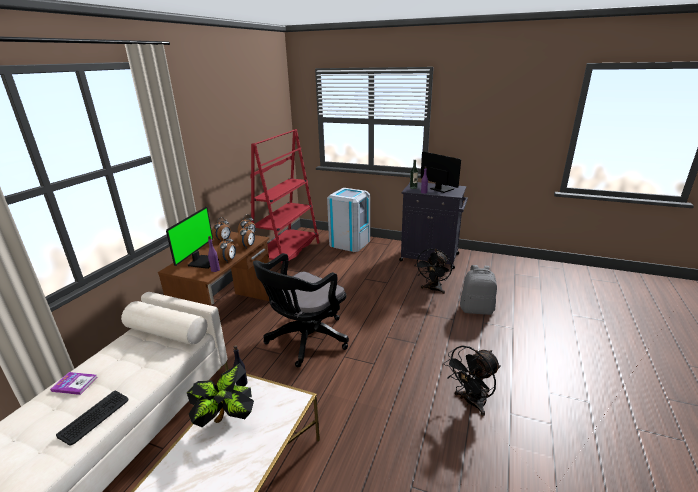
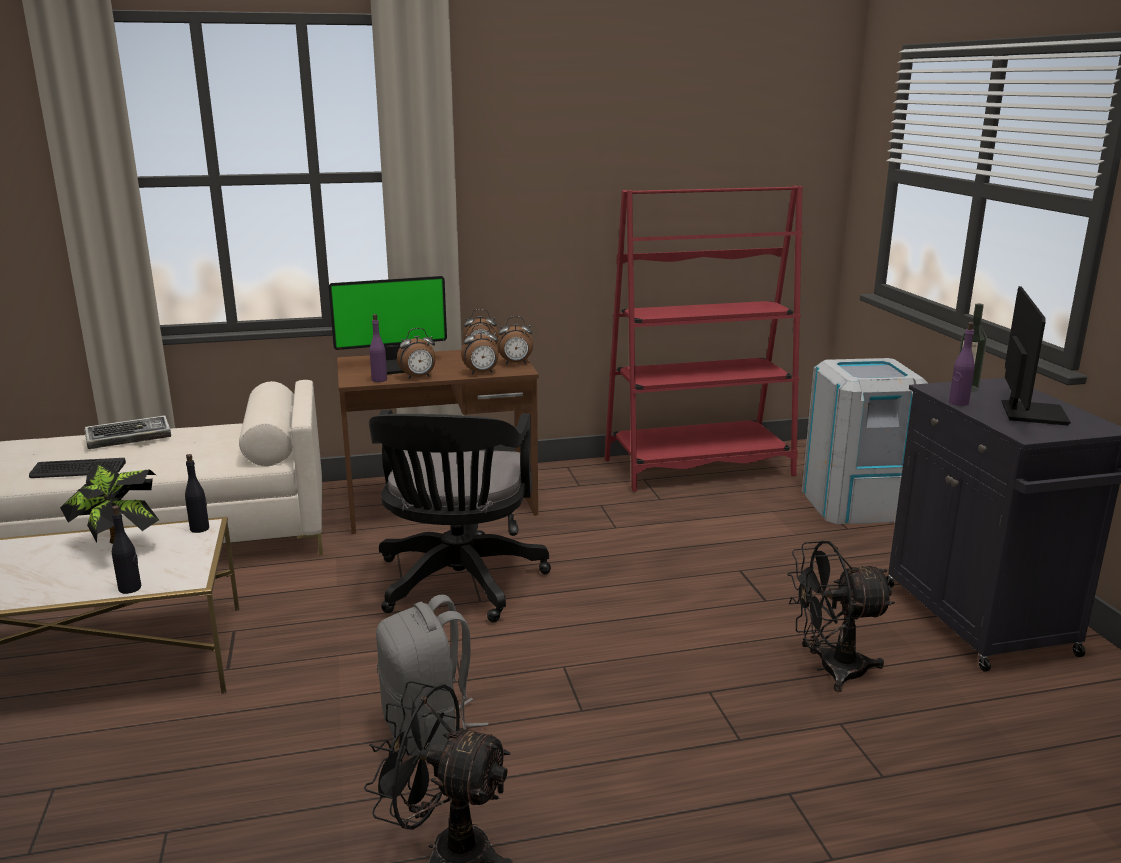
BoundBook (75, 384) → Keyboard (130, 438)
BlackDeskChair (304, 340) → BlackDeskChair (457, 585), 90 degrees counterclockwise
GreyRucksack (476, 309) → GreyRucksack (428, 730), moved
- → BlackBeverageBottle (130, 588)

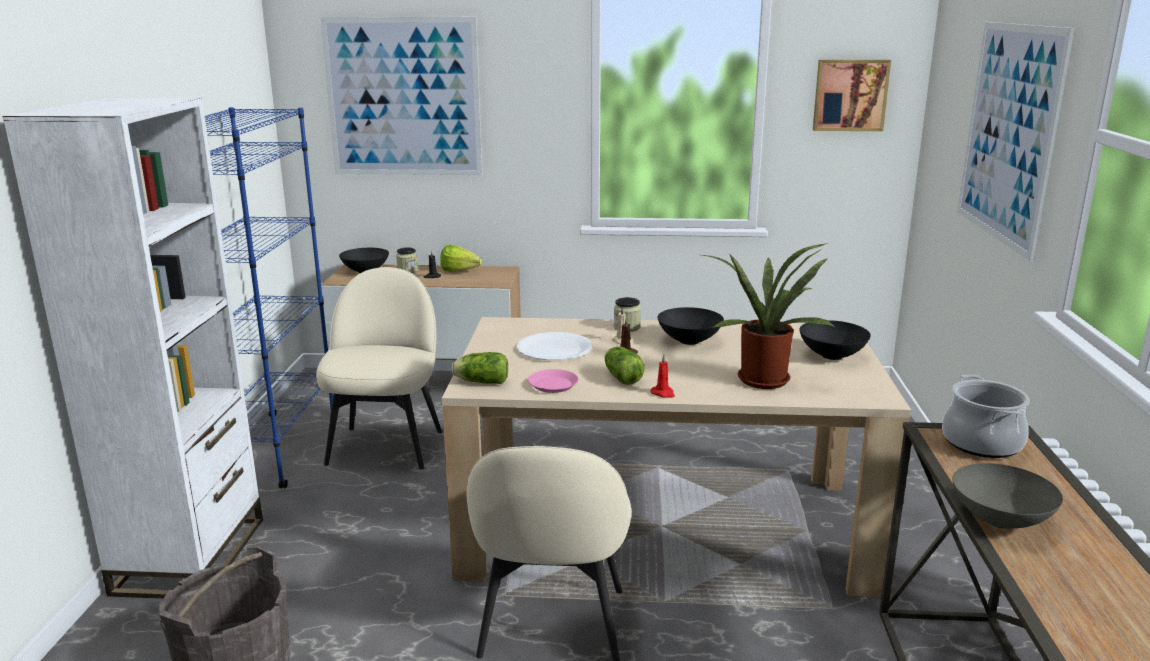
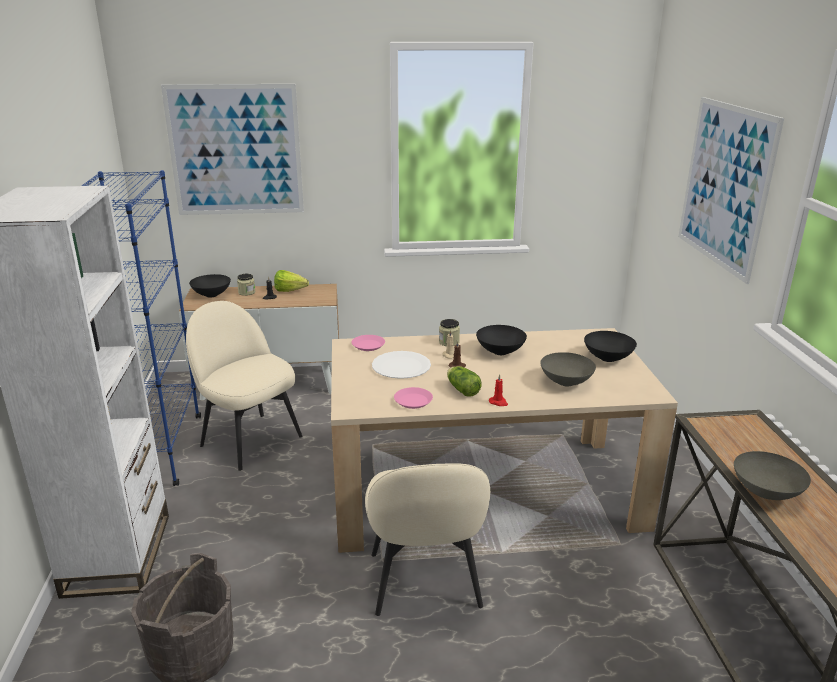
BeigeColouredUprightChair (386, 446) → BeigeColouredUprightChair (249, 440), 45 degrees counterclockwise
HeadOfLettuce (480, 382) → -
PottedPlant (764, 378) → GreyBowl (566, 382)
WallArt (850, 95) → -
Stockpot (982, 443) → -
- → PinkishPlate (368, 345)

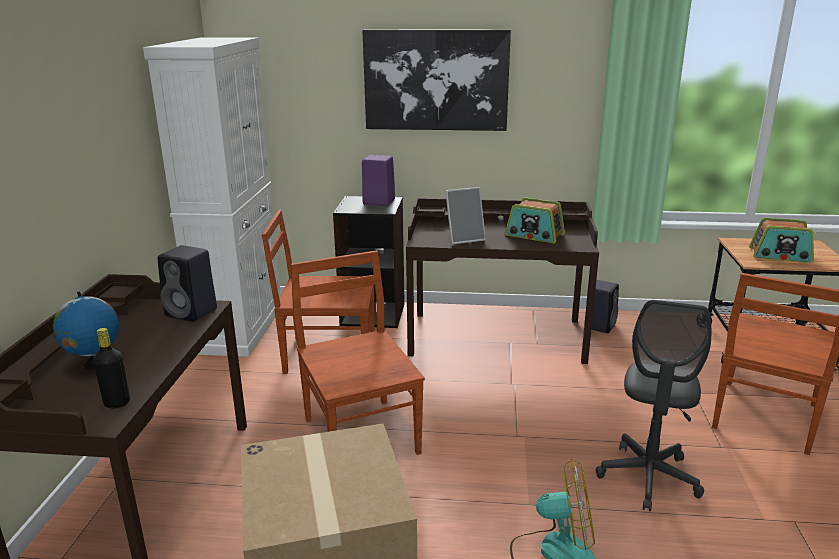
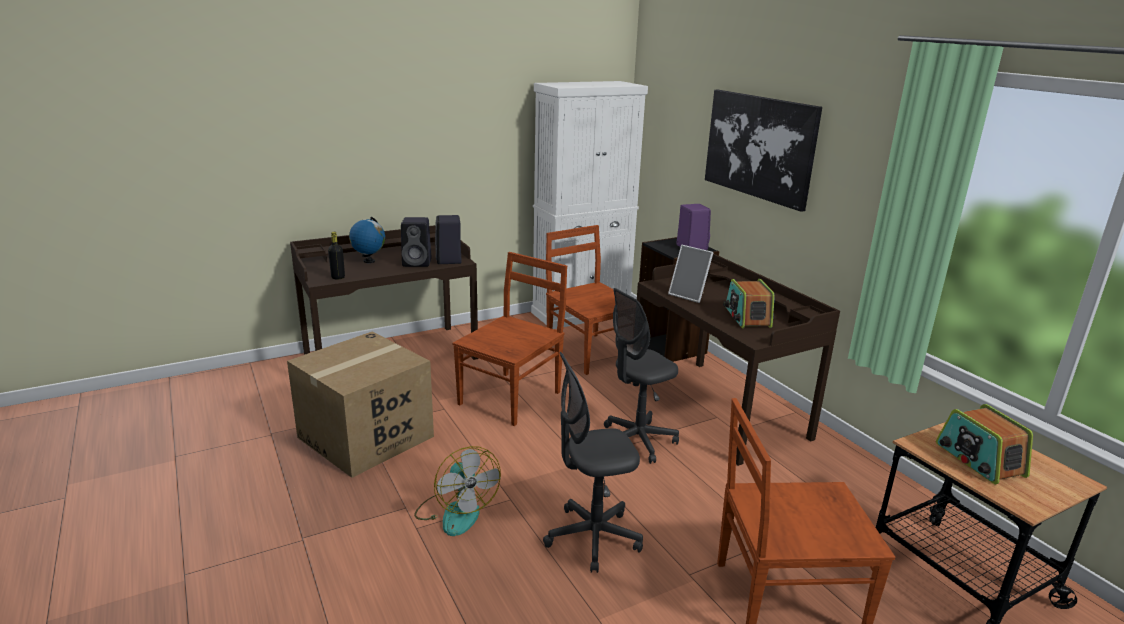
BlackSpeaker (600, 325) → BlackSpeaker (418, 263), moved
- → GreyDeskChair (637, 441)

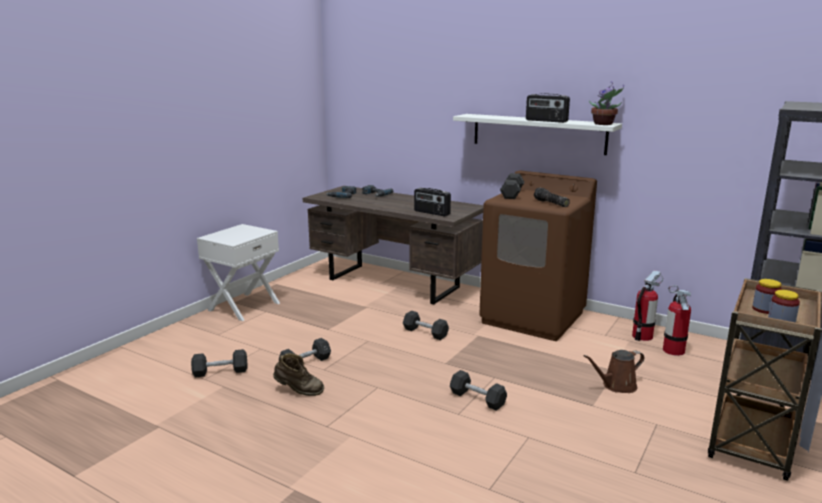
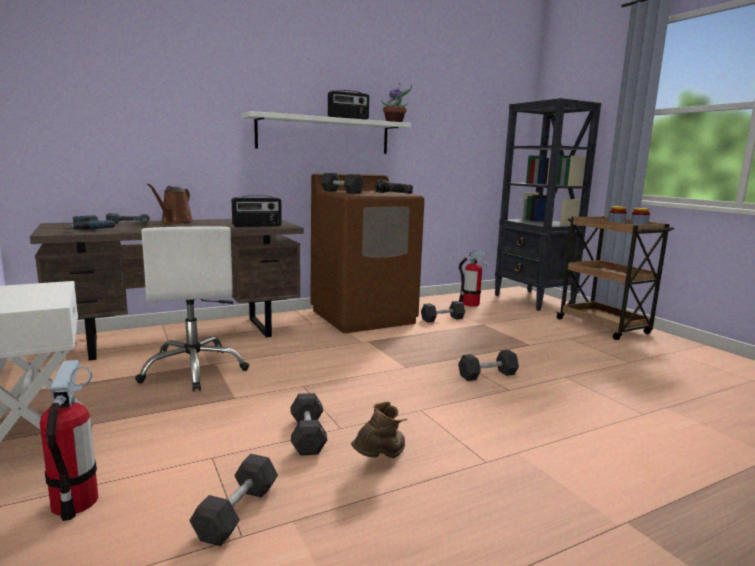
BlackDumbbell (425, 332) → BlackDumbbell (442, 319), moved
BrownColouredWateringCan (616, 386) → BrownColouredWateringCan (175, 222), moved
FireFightingCylinder (642, 336) → FireFightingCylinder (75, 502), moved
- → WhitishDeskChair (194, 369)

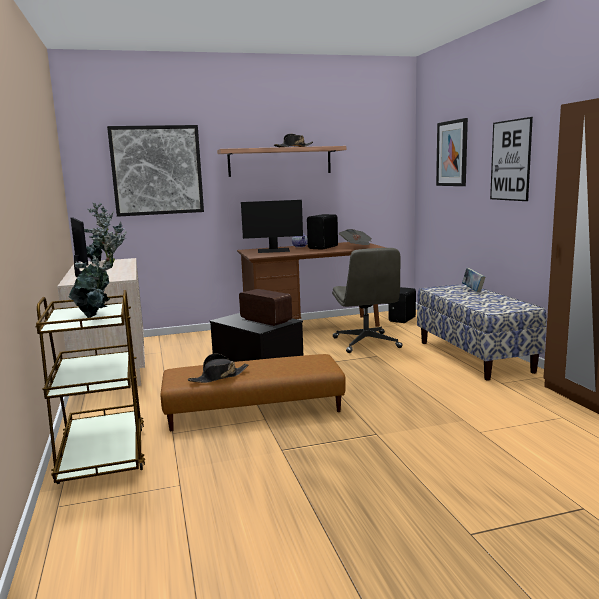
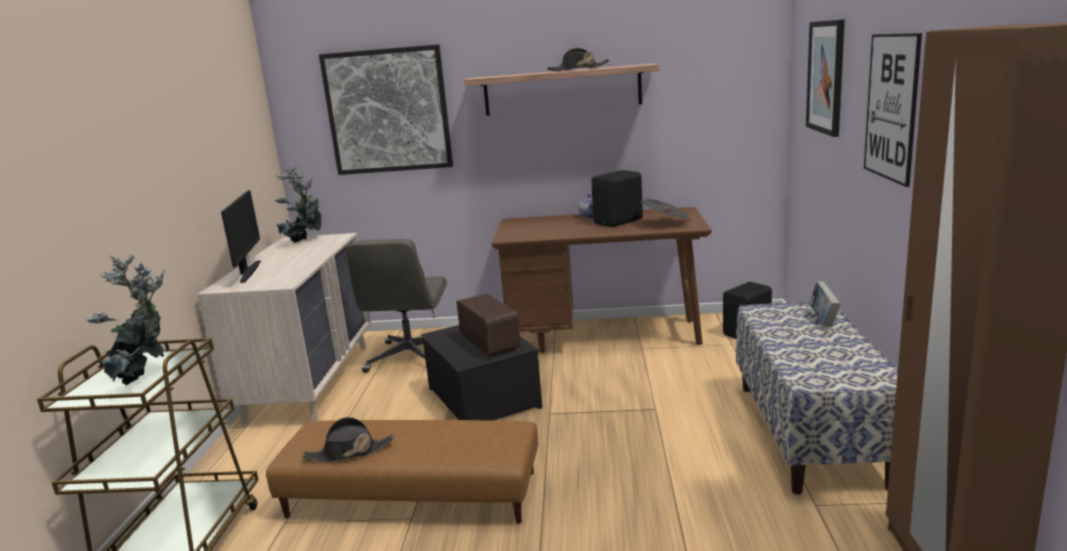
ComputerDisplay (274, 250) → -
GreyDeskChair (366, 343) → GreyDeskChair (410, 357), moved

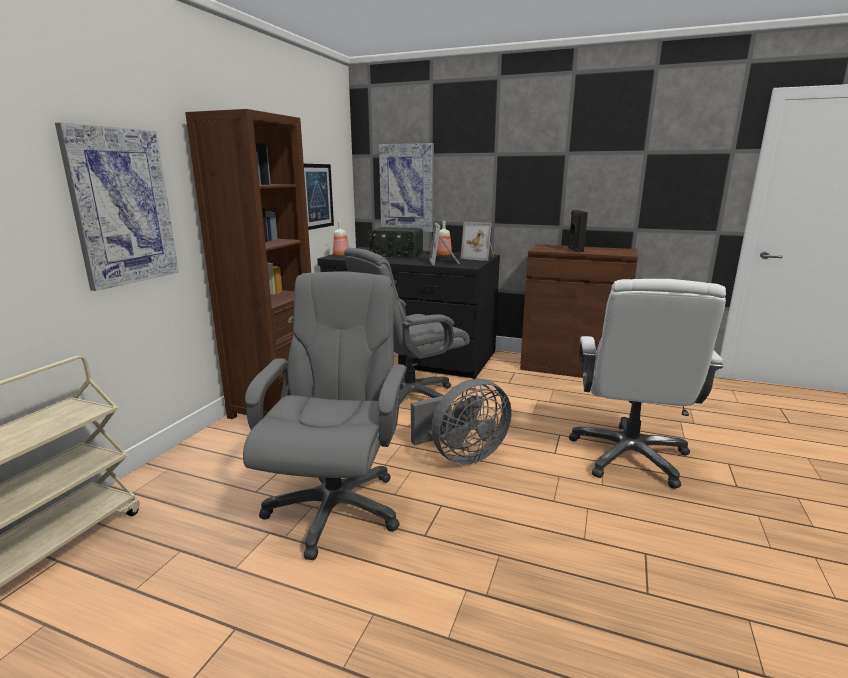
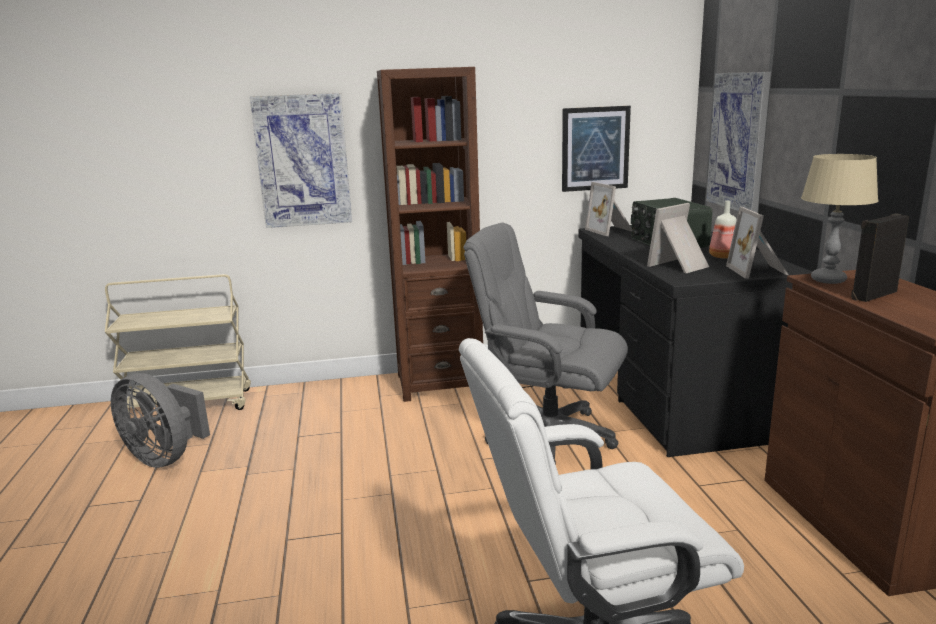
GreyDeskChair (335, 507) → -
BeverageBottle (342, 256) → StandingFrame (610, 230)
GreyElectricFan (462, 456) → GreyElectricFan (165, 457), moved
- → BeigeColouredLampForATable (828, 280)

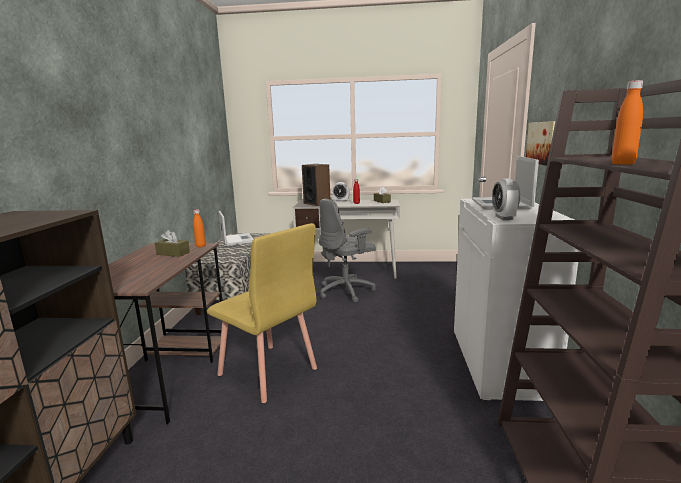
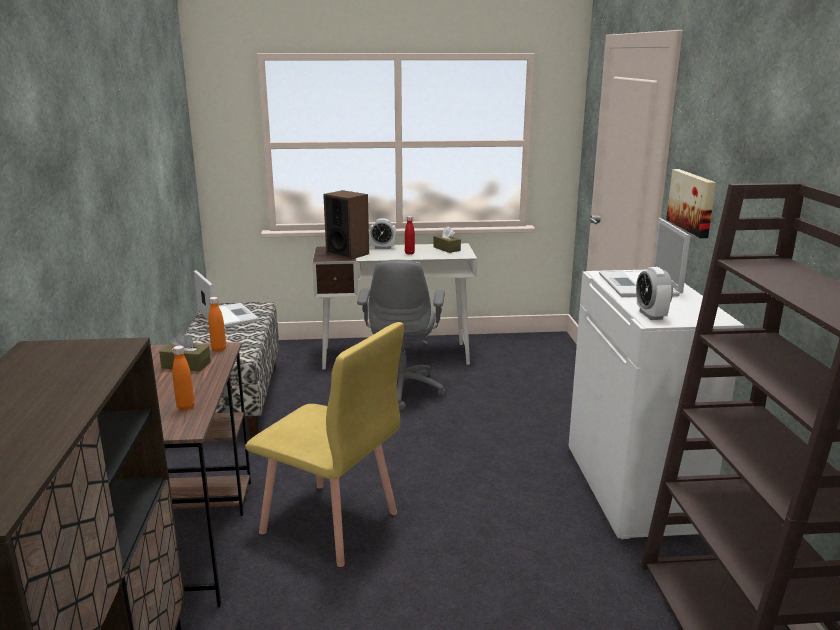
GreyDeskChair (347, 291) → GreyDeskChair (402, 389), 45 degrees counterclockwise
OrangeyBeverageBottle (623, 164) → OrangeyBeverageBottle (185, 407), moved

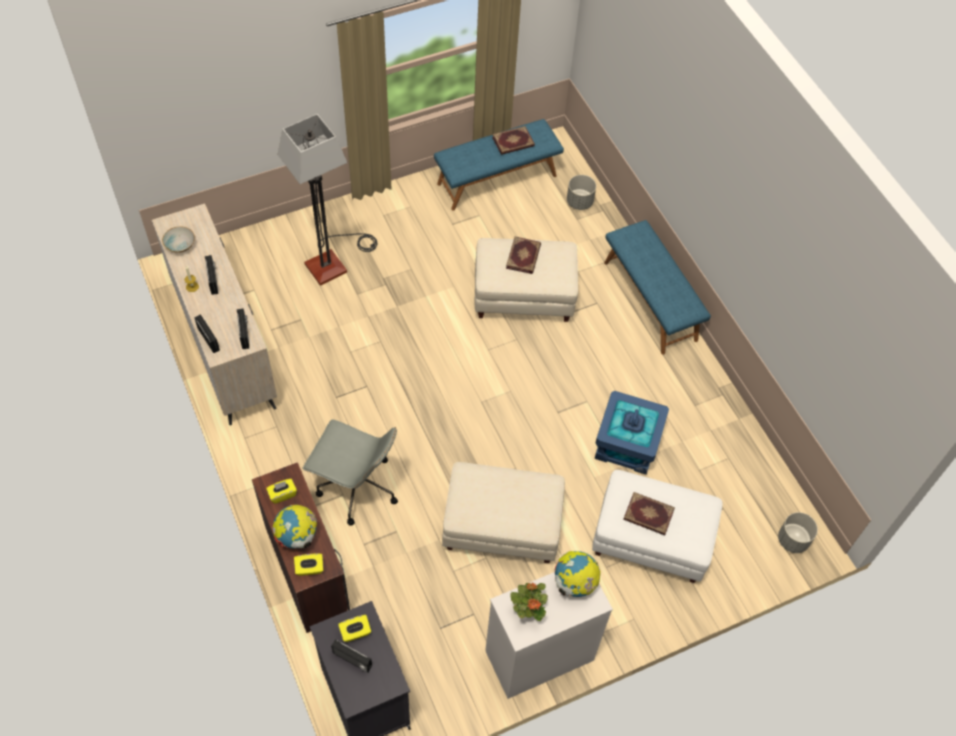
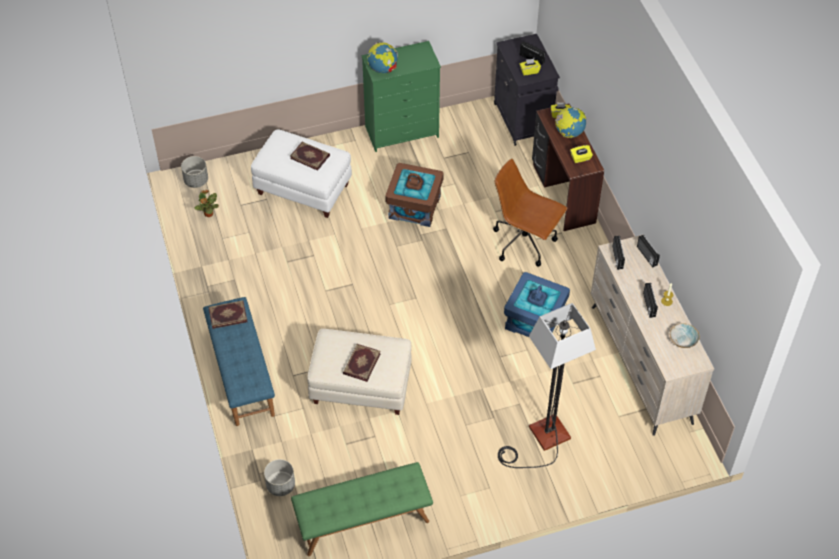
GreyDeskChair (356, 487) → BrownColouredDeskChair (525, 243)
BluishLongSeat (496, 179) → GreenLongSeat (363, 521)
BeigeColouredPouffe (501, 528) → BrownColouredStorageContainer (414, 206)
WhitishDrawerChest (538, 656) → GreenDrawerChest (402, 131)
BoundBook (513, 142) → BoundBook (228, 315), moved
PottedPlant (528, 610) → PottedPlant (208, 214), moved
BluishStorageContainer (627, 444) → BluishStorageContainer (534, 320), moved

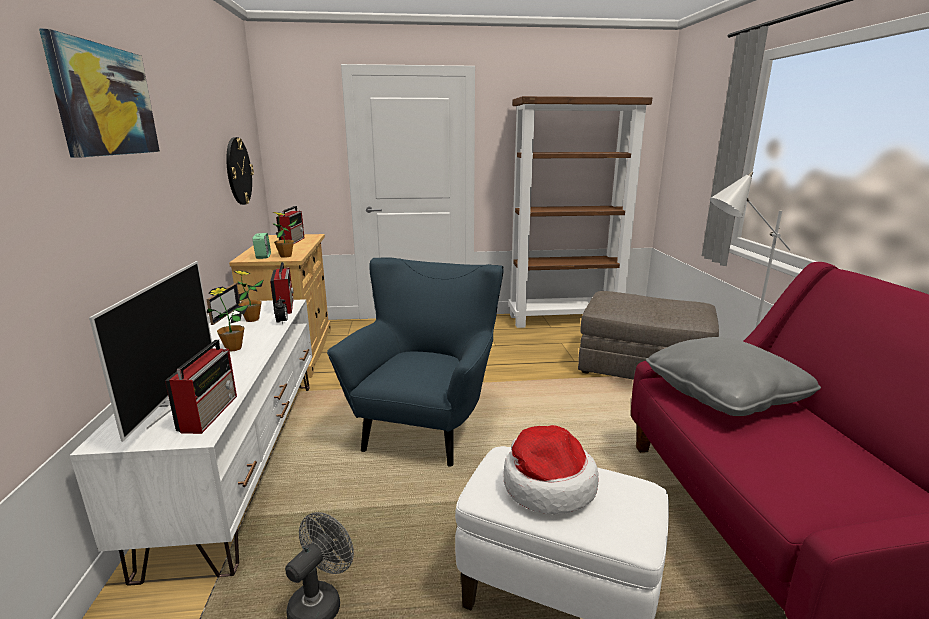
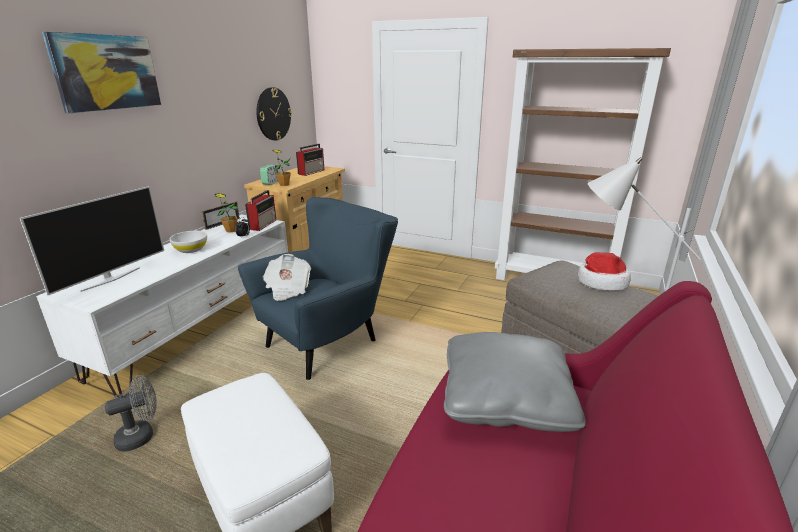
RadioReceiver (210, 412) → -
PottedPlant (233, 348) → WhitishBowl (191, 249)
ClothingHat (546, 485) → ClothingHat (601, 282), moved
- → DailyPaper (287, 289)

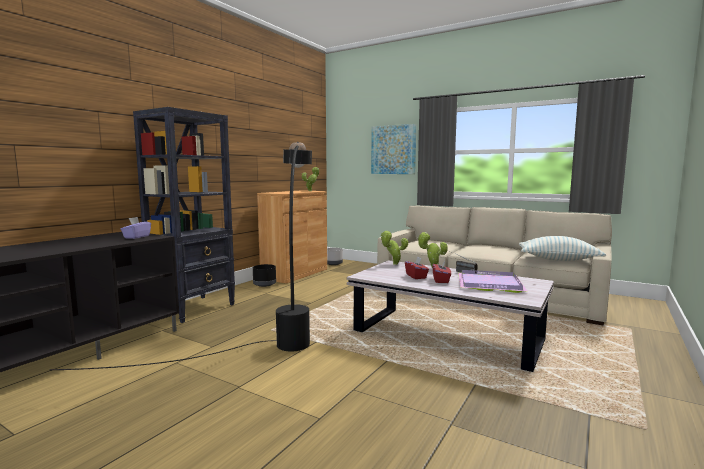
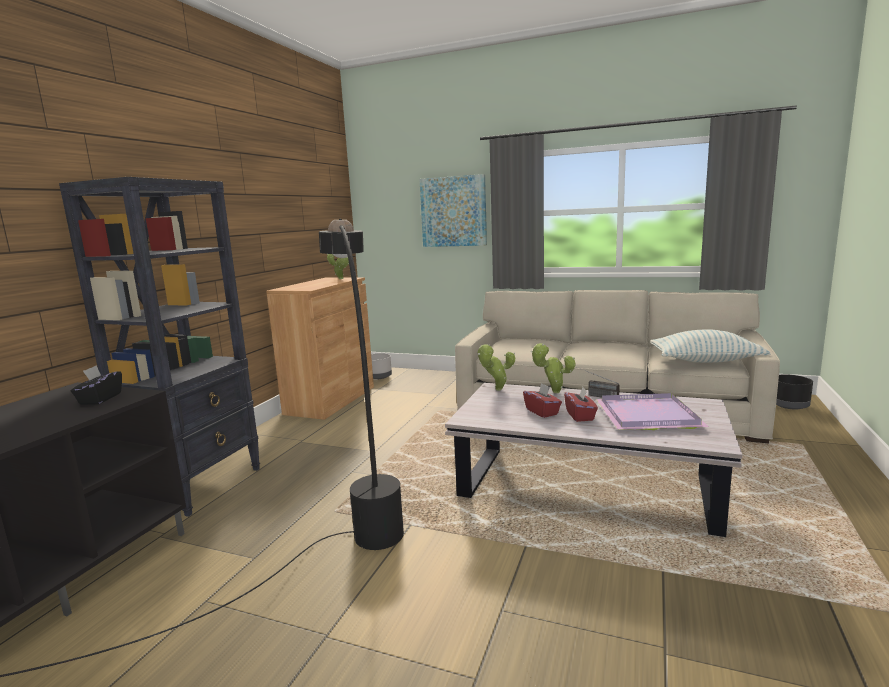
PurpleColouredTissueBox (136, 237) → BlackTissueBox (100, 399)
BlackPlantPot (265, 284) → BlackPlantPot (789, 405), moved

